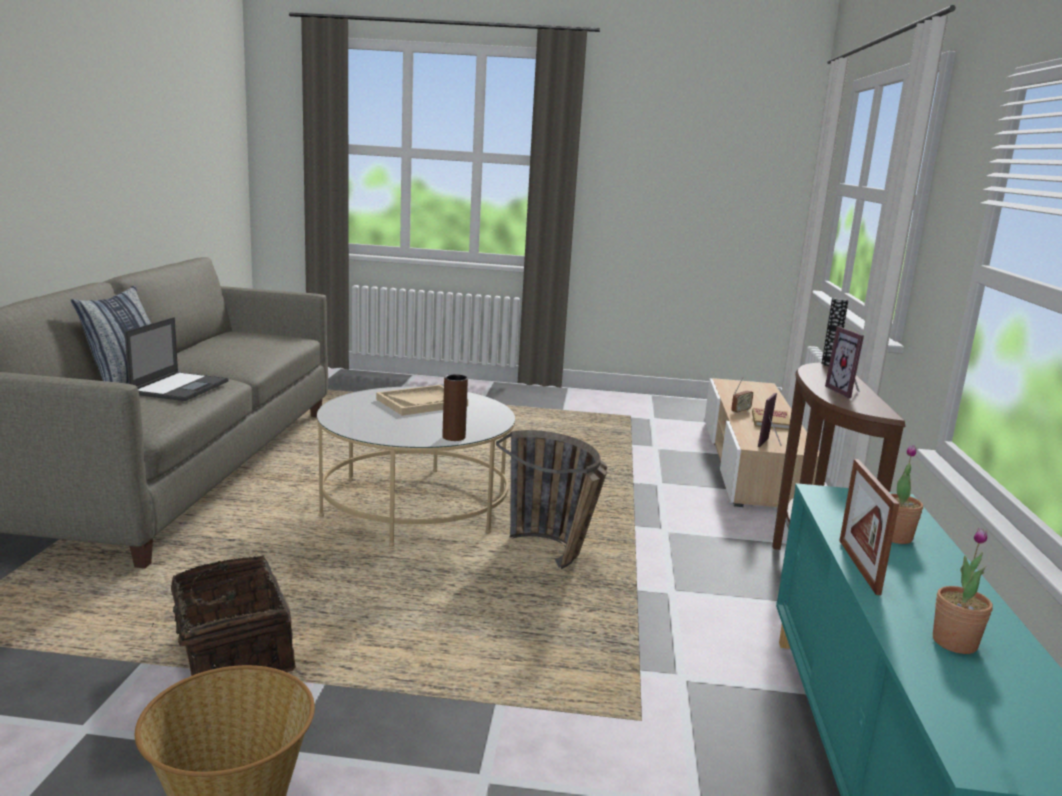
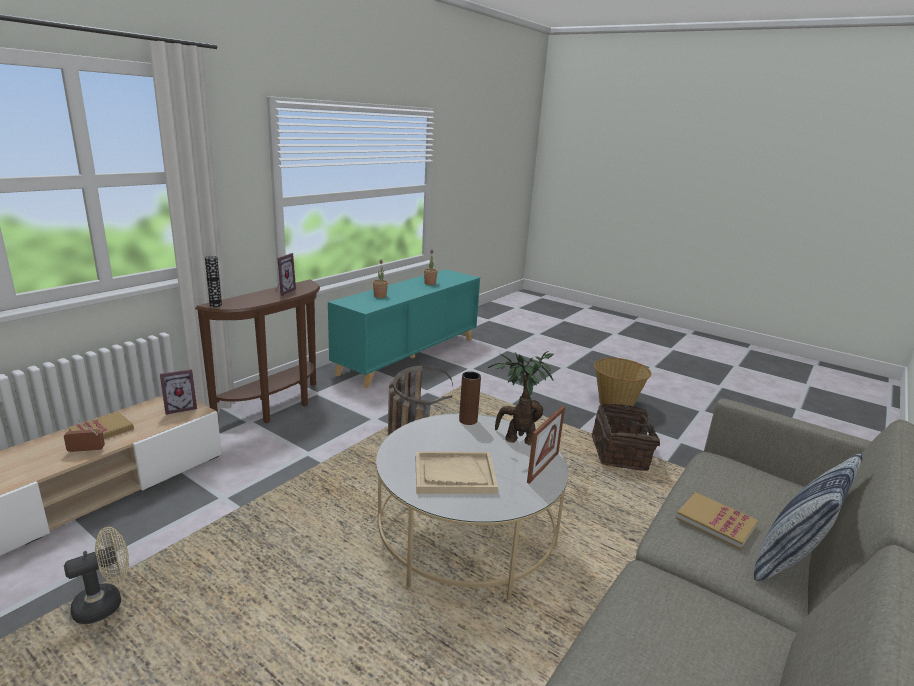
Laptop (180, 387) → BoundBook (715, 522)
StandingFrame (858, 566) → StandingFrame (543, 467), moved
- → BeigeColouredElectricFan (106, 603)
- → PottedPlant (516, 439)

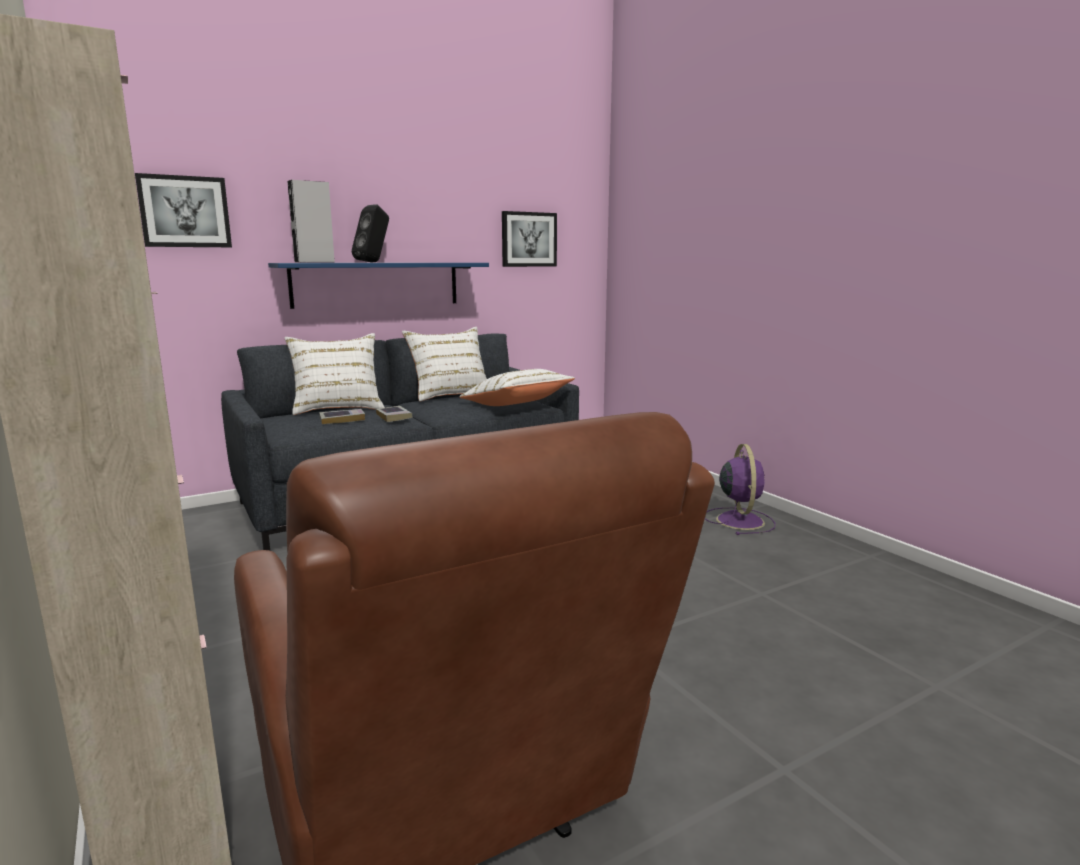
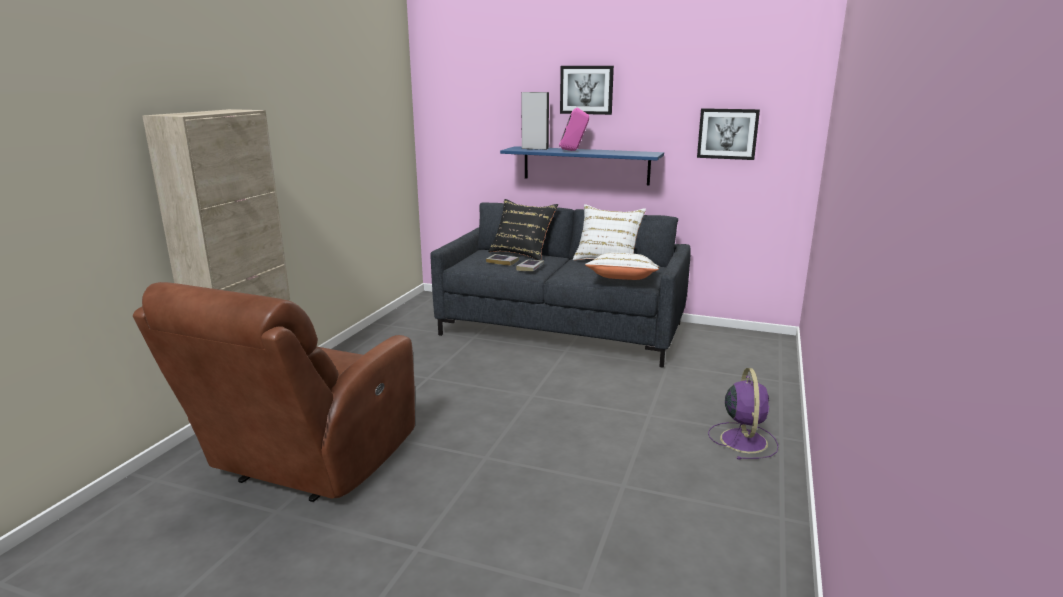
WallArt (185, 212) → WallArt (586, 90), moved
WhitishCushion (338, 408) → BlackCushion (522, 253)
BlackSpeaker (374, 262) → PinkishSpeaker (573, 150)
PurpleColouredElectricFan (739, 520) → PurpleColouredElectricFan (743, 439), 45 degrees counterclockwise

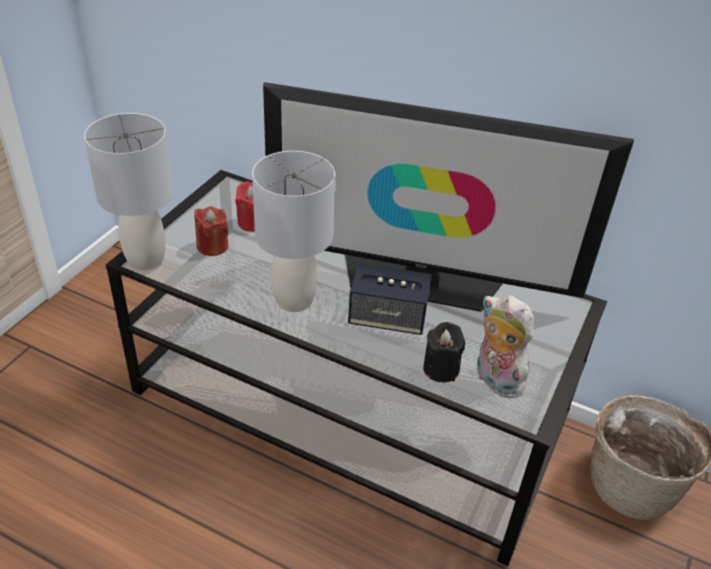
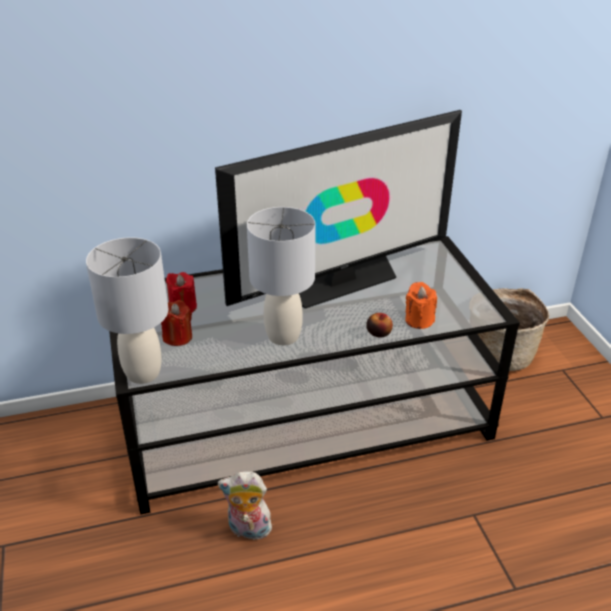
Speaker (387, 318) → -
BlackWaxLight (441, 369) → OrangeyWaxLight (419, 320)
CuddlyToy (495, 380) → CuddlyToy (248, 530), moved
- → Apple (378, 333)

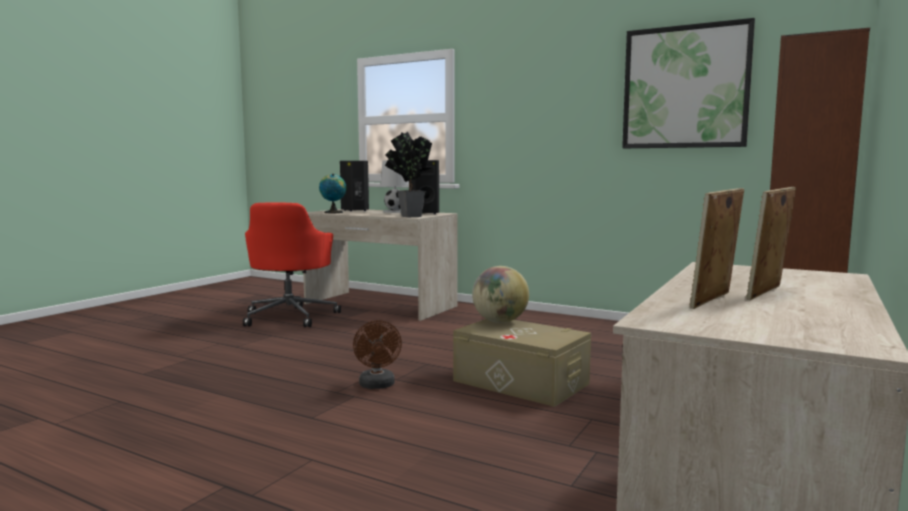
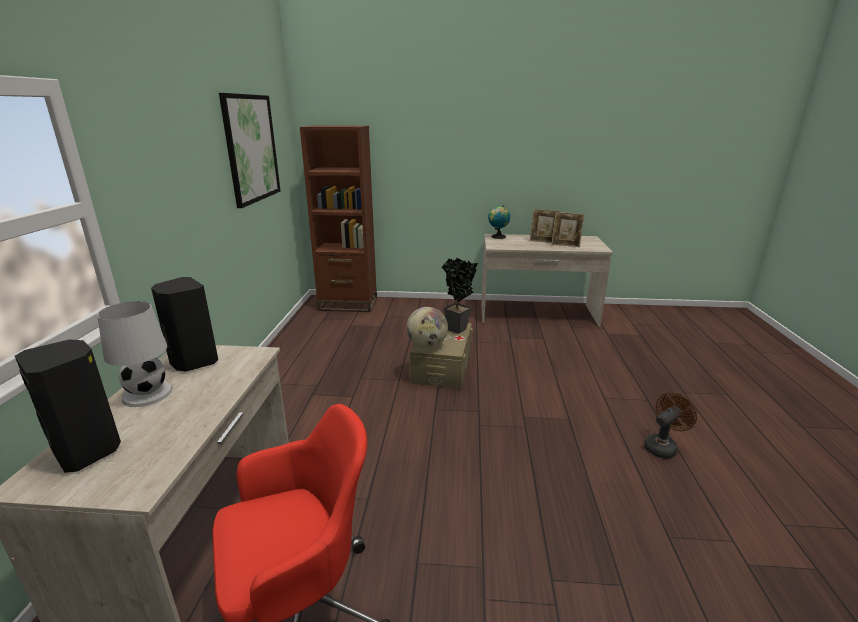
Globe (333, 212) → Globe (498, 237), moved
BrownColouredElectricFan (377, 386) → BrownColouredElectricFan (662, 446), moved
PottedPlant (407, 216) → PottedPlant (458, 330), moved

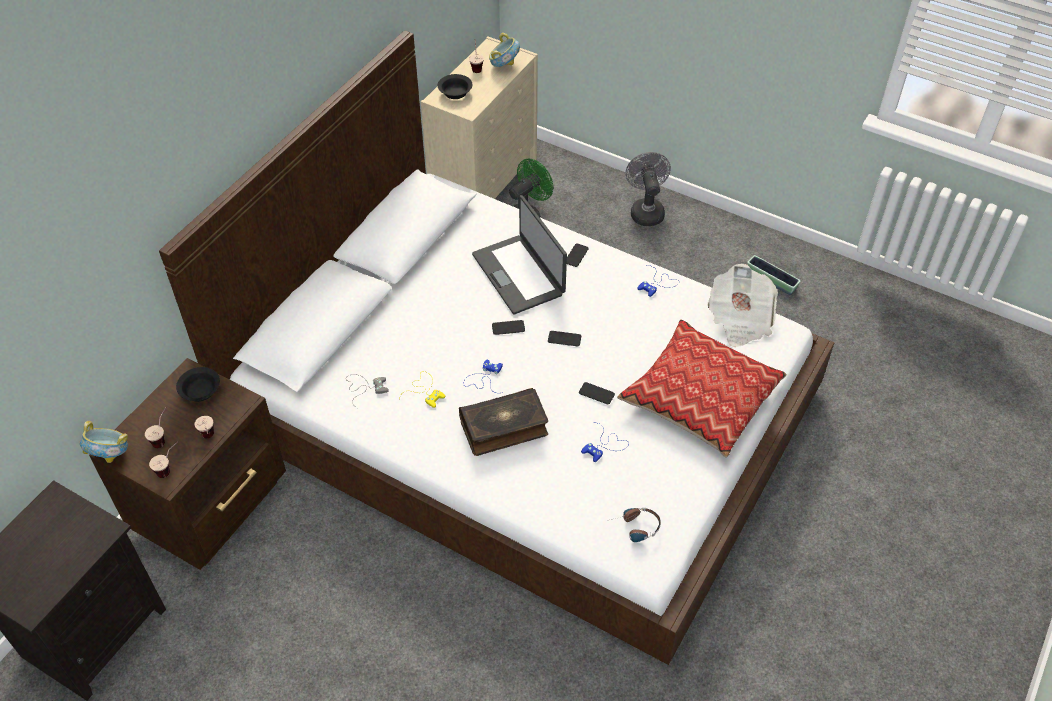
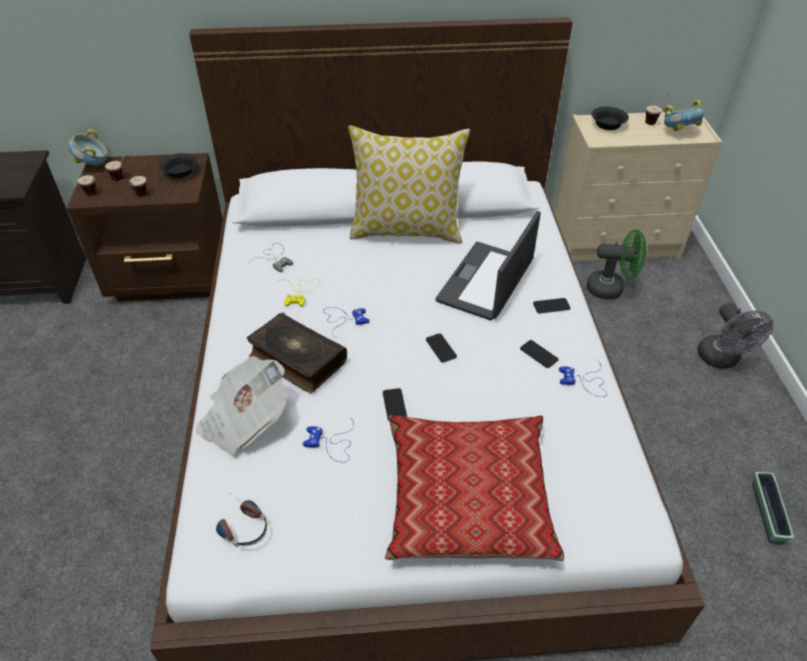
Handset (508, 328) → Handset (538, 354), moved
GreyElectricFan (646, 211) → GreyElectricFan (721, 360), 120 degrees clockwise
DailyPaper (740, 319) → DailyPaper (244, 420), moved
- → Cushion (407, 230)

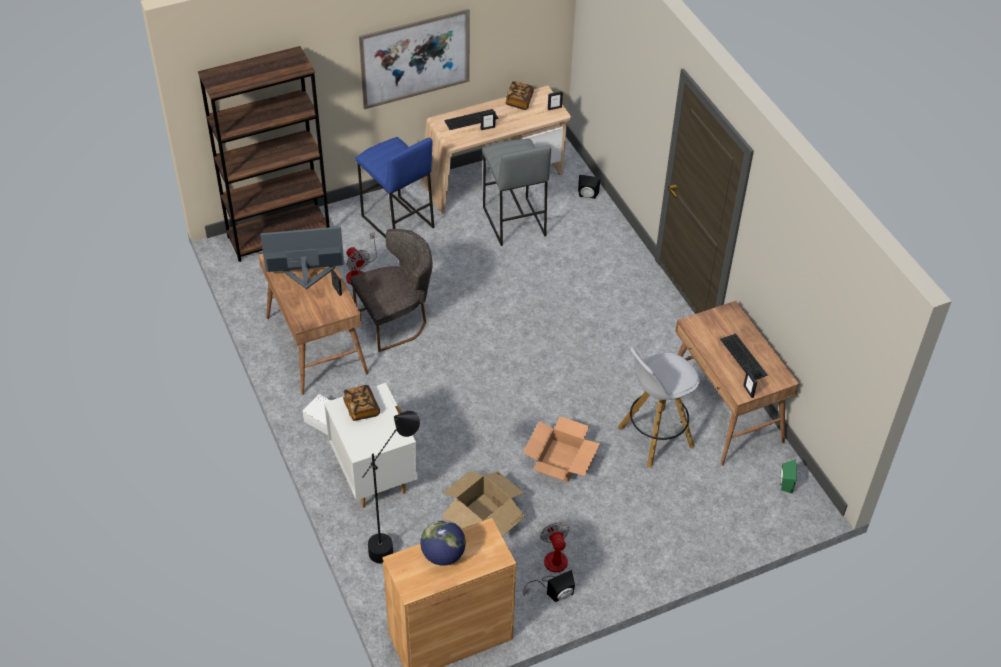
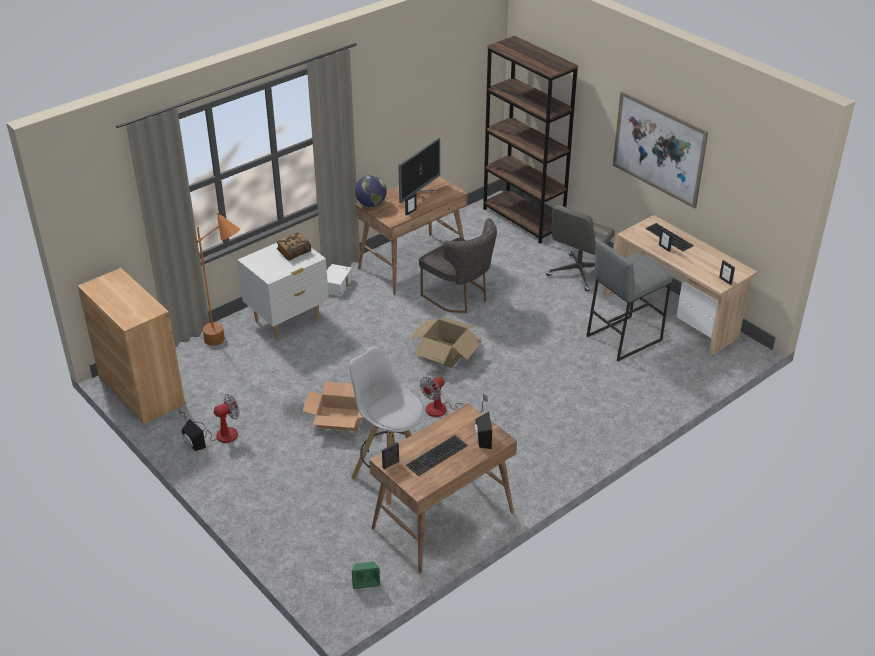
ComputerDisplay (306, 277) → ComputerDisplay (418, 196), 60 degrees clockwise
ElectricFan (359, 273) → ElectricFan (444, 410), moved
BluishStoolSeat (397, 222) → GreyDeskChair (578, 273)
BlackFloorLamp (395, 539) → OrangeyFloorLamp (228, 344)
Globe (443, 555) → Globe (371, 204), moved
PackingBox (483, 516) → PackingBox (445, 353), moved
BoundBook (519, 101) → -
BlackSpeaker (587, 195) → BlackSpeaker (482, 440), moved

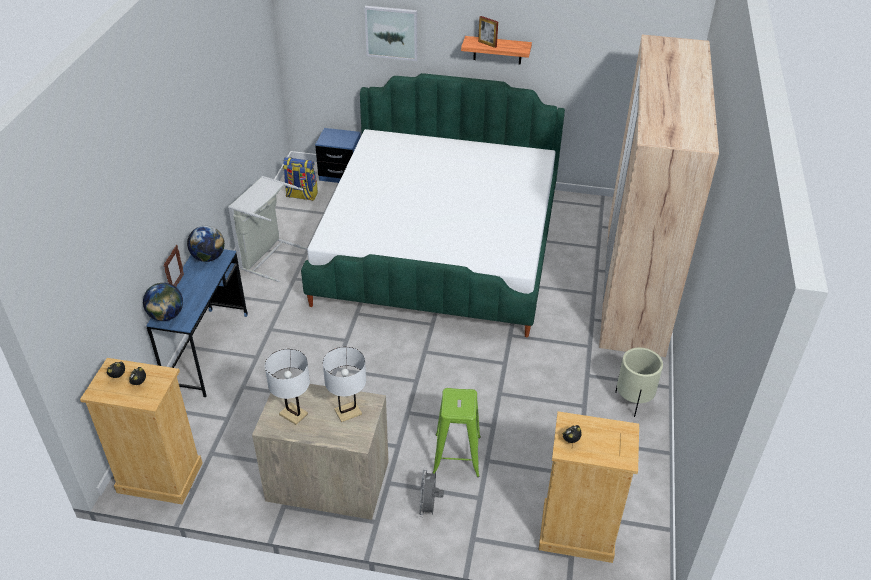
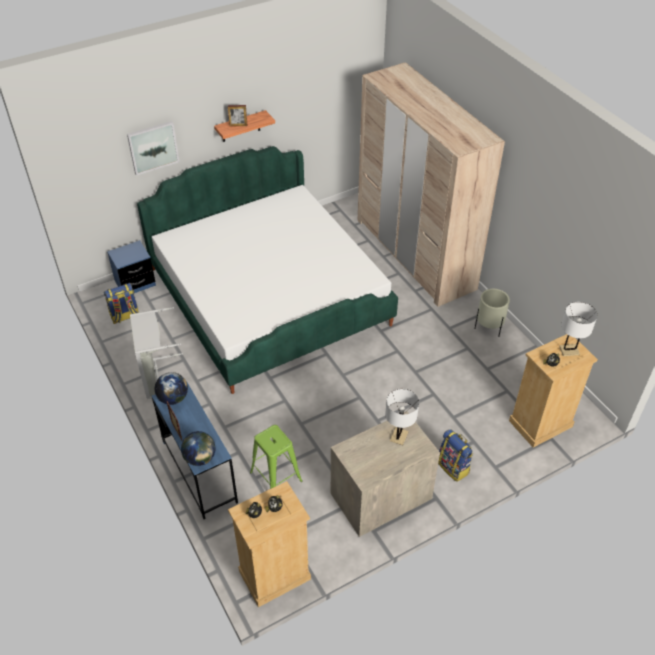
WhitishLampForATable (293, 414) → WhitishLampForATable (569, 350), moved
GreyElectricFan (429, 507) → Rucksack (453, 467)
GreenStoolSeat (457, 454) → GreenStoolSeat (276, 476), moved

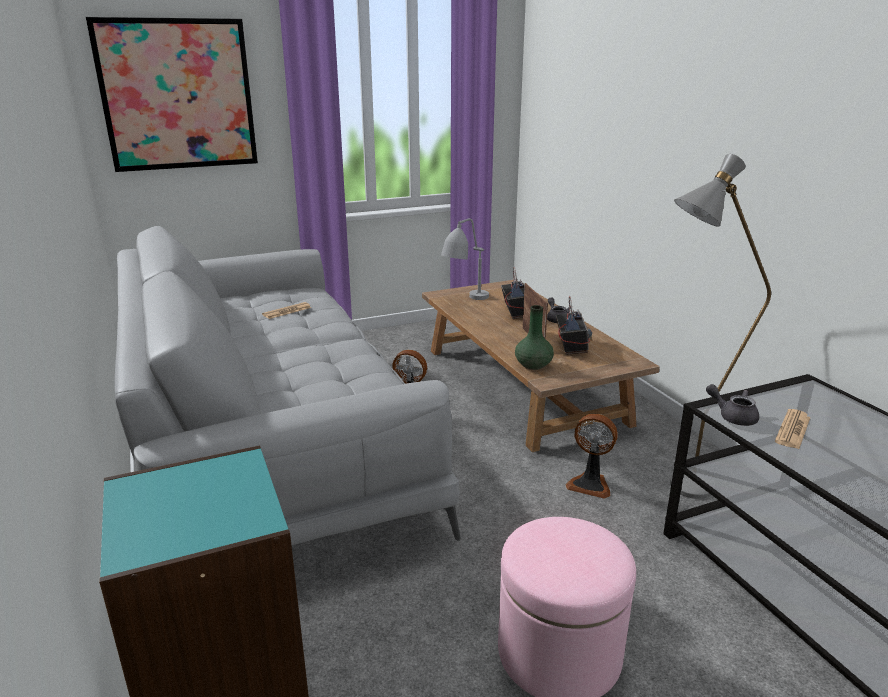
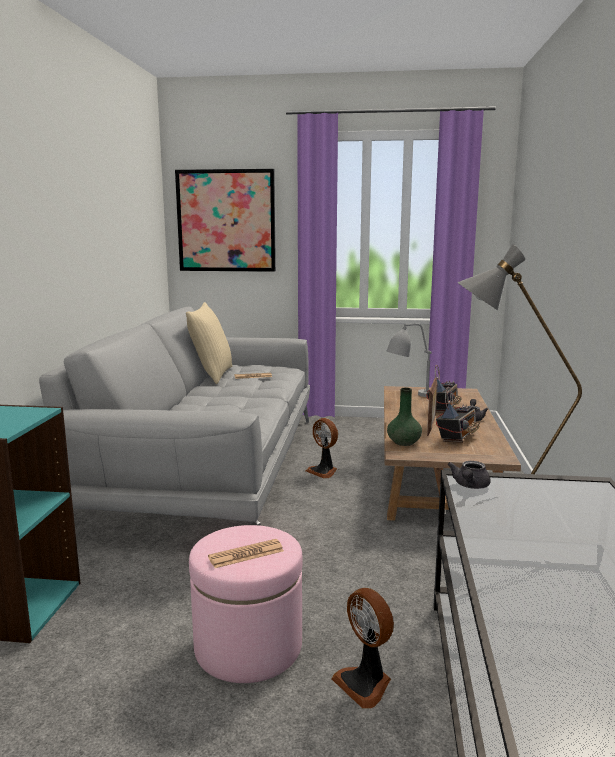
ElectricFan (590, 484) → ElectricFan (365, 683), moved
GreyTeapot (733, 416) → GreyTeapot (469, 486), 135 degrees counterclockwise
DailyPaper (792, 430) → DailyPaper (246, 554), moved
- → BeigeColouredCushion (211, 375)

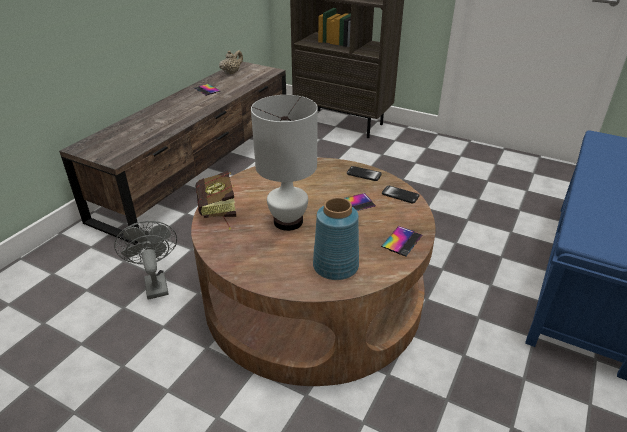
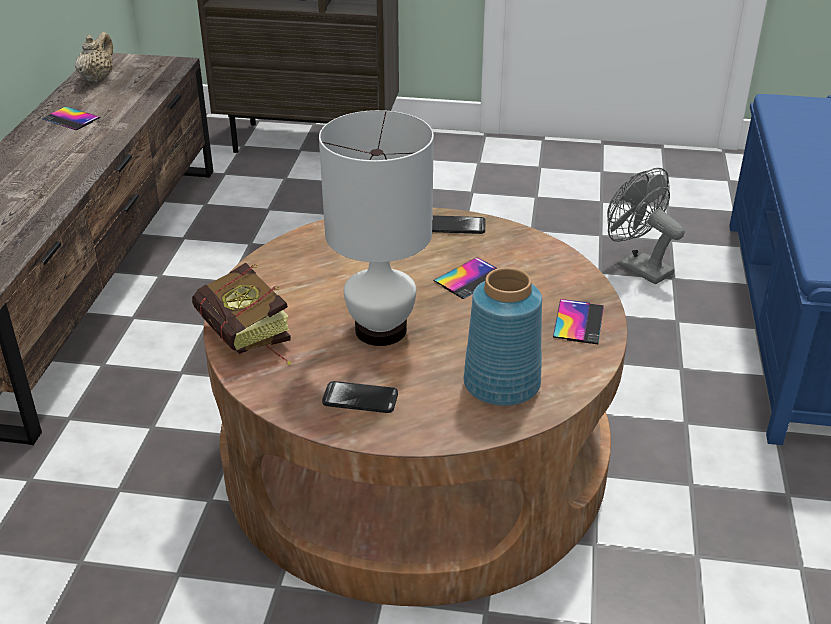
GreyElectricFan (155, 283) → GreyElectricFan (637, 267), moved
Handset (400, 195) → Handset (360, 399), moved

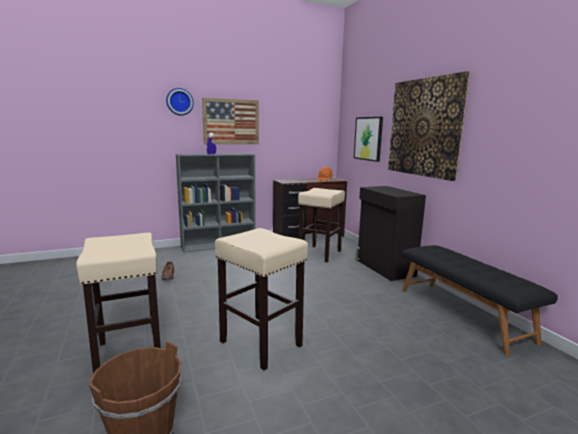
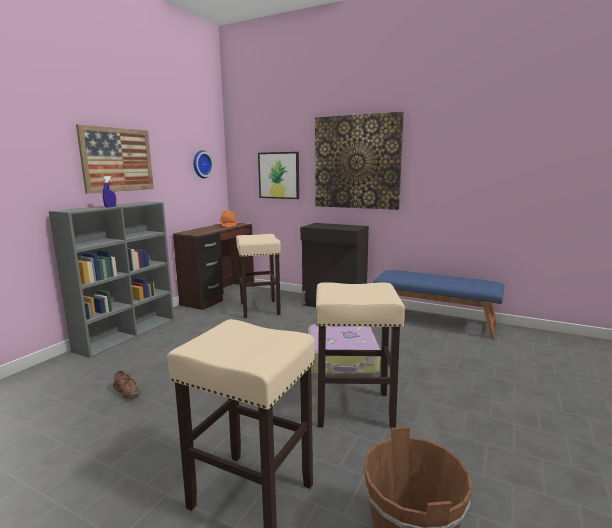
WallClock (179, 102) → WallClock (201, 164), moved
BlackLongSeat (463, 313) → BluishLongSeat (434, 321)
- → TravelCase (342, 359)

